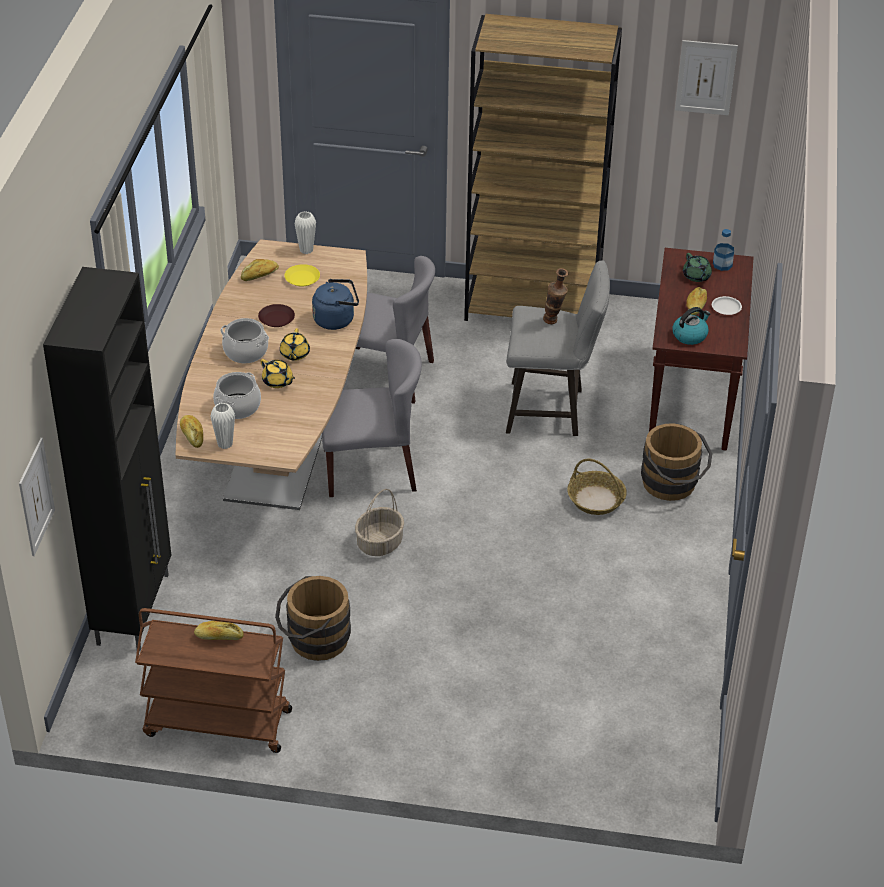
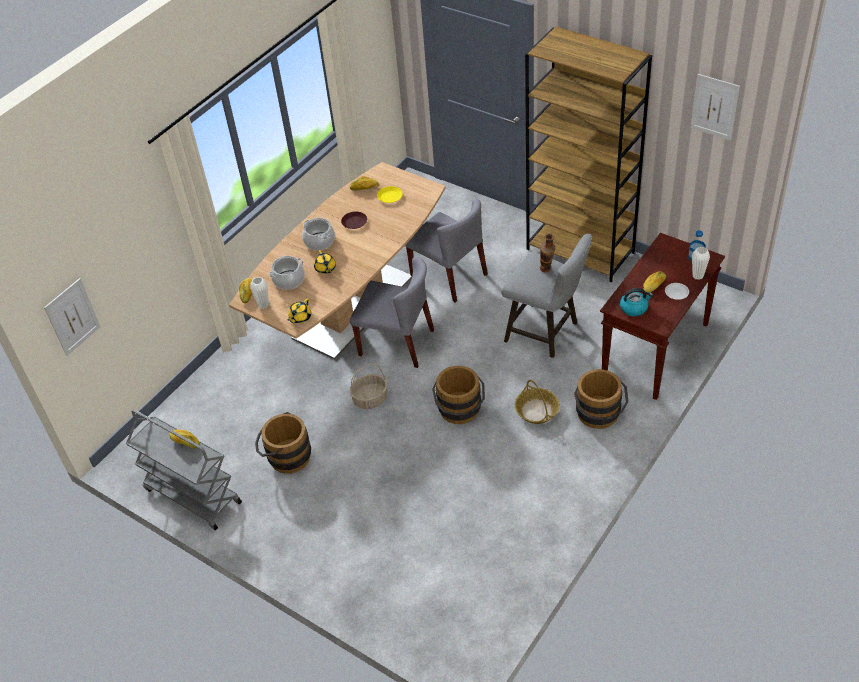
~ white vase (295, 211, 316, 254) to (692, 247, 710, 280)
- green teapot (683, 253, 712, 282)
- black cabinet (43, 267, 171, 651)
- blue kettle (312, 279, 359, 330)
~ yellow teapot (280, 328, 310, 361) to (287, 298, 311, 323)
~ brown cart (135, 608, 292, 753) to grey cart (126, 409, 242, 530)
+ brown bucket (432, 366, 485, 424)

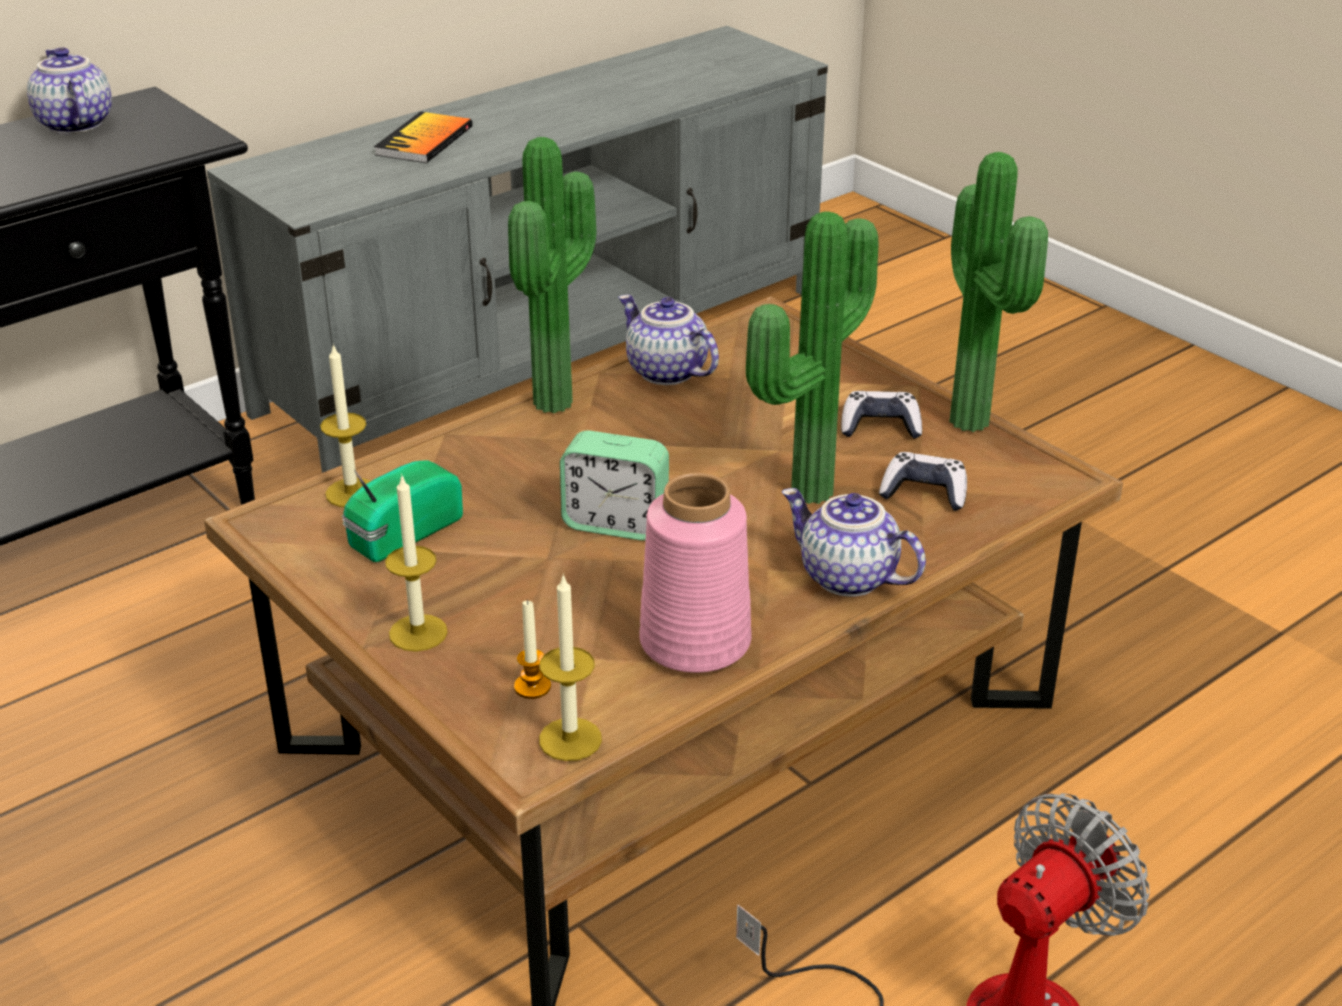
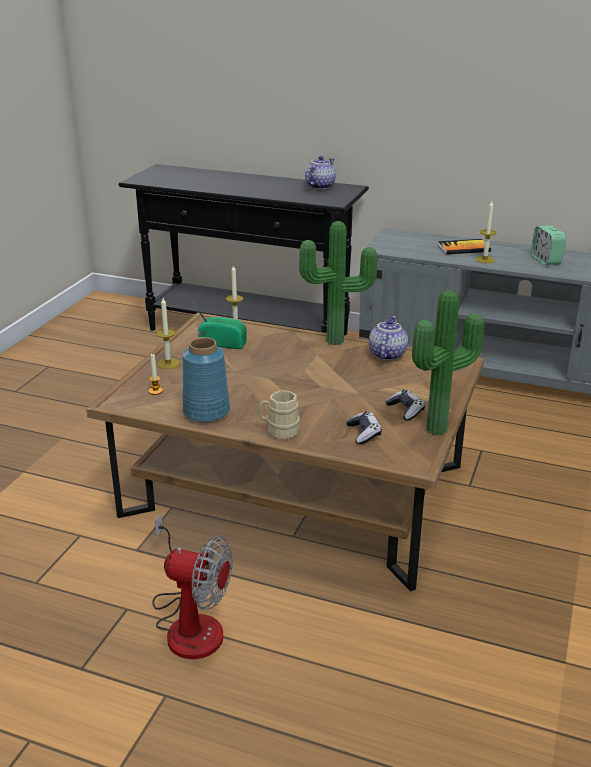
- potted plant (746, 211, 879, 504)
~ alarm clock (560, 430, 669, 541) to (531, 225, 566, 265)
~ pink vase (639, 473, 751, 673) to blue vase (182, 337, 230, 422)
~ teapot (782, 488, 926, 597) to beige mug (258, 390, 300, 439)
~ candle (539, 573, 602, 761) to (476, 201, 496, 263)

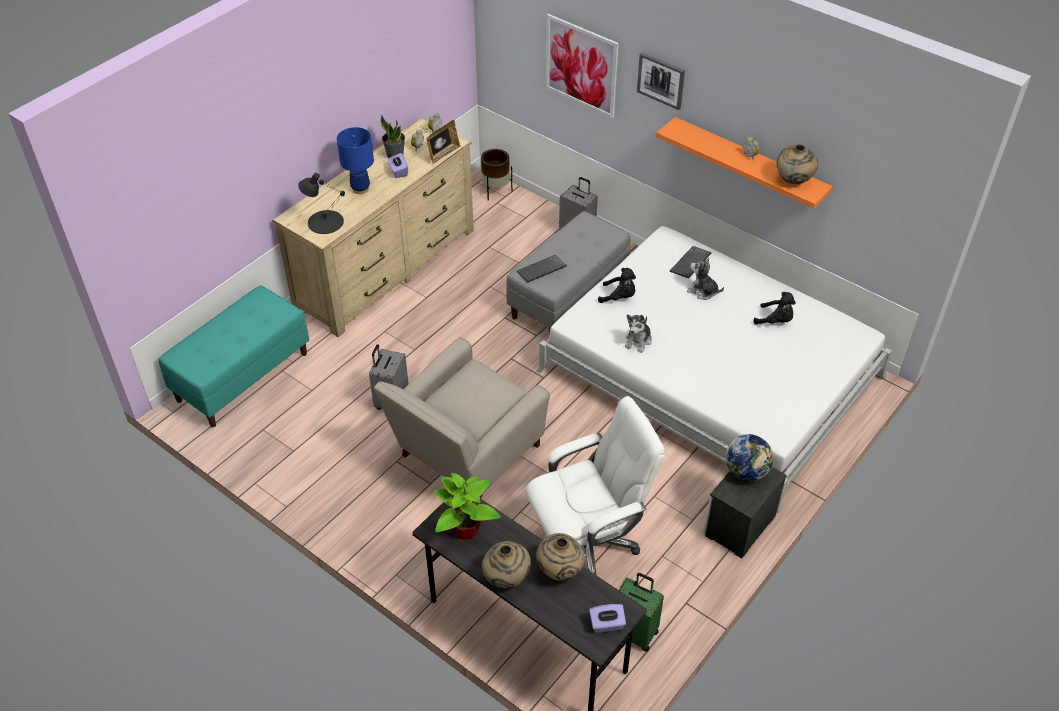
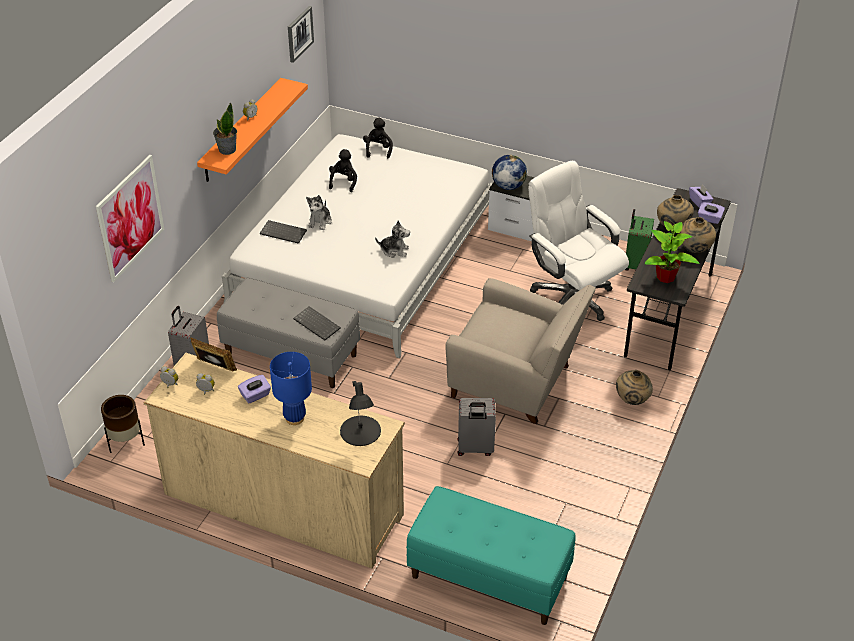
~ picture (637, 52, 685, 110) to (288, 6, 314, 63)
~ potted plant (380, 115, 405, 158) to (213, 103, 237, 155)
~ beige vase (777, 144, 818, 184) to (616, 370, 653, 405)
~ black plush toy (598, 268, 636, 303) to (363, 118, 393, 158)
+ purple tissue box (698, 202, 725, 224)

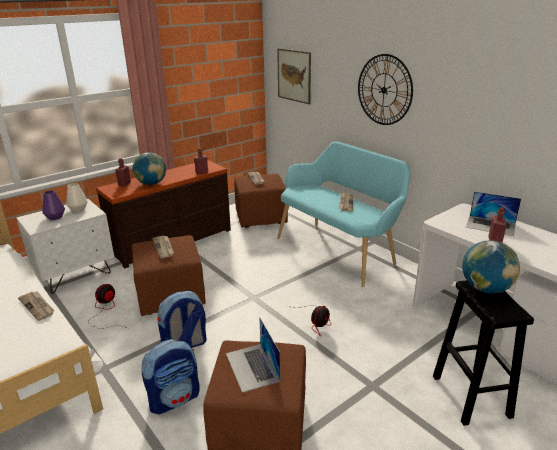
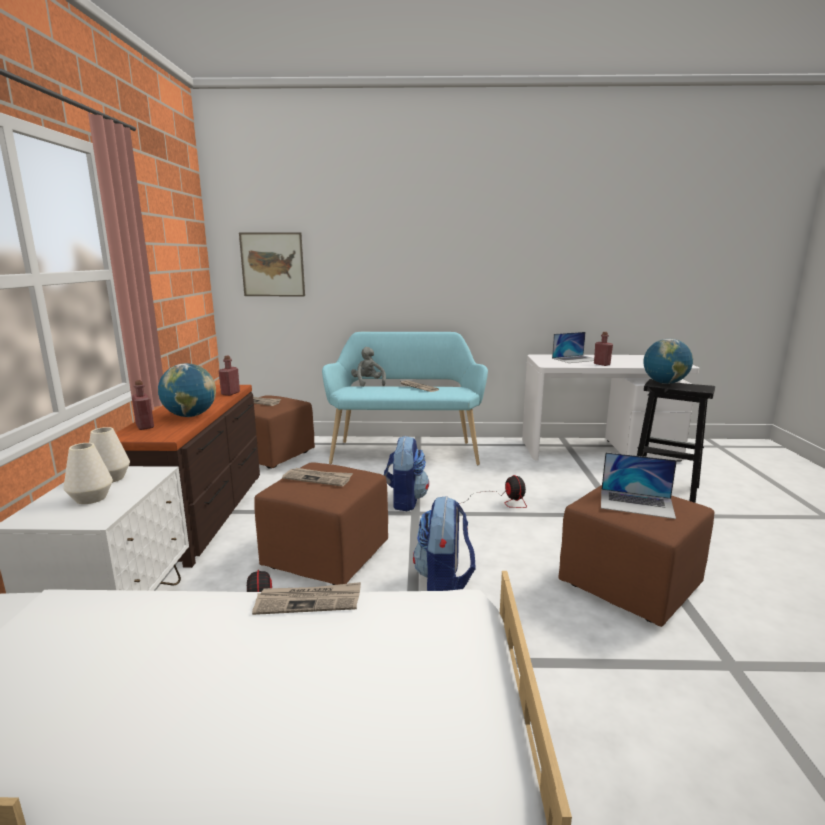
- wall clock (358, 54, 413, 125)
~ purple vase (42, 190, 65, 220) to white vase (64, 443, 113, 504)
~ backpack (142, 339, 200, 414) to (384, 435, 429, 511)
+ grey plush toy (351, 347, 386, 387)

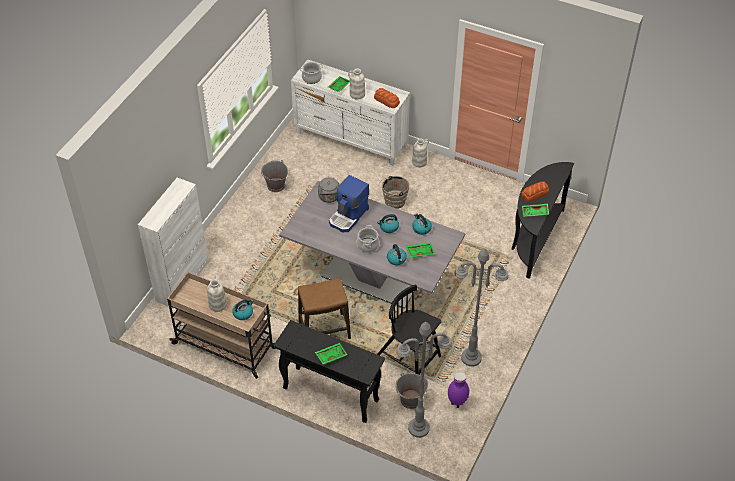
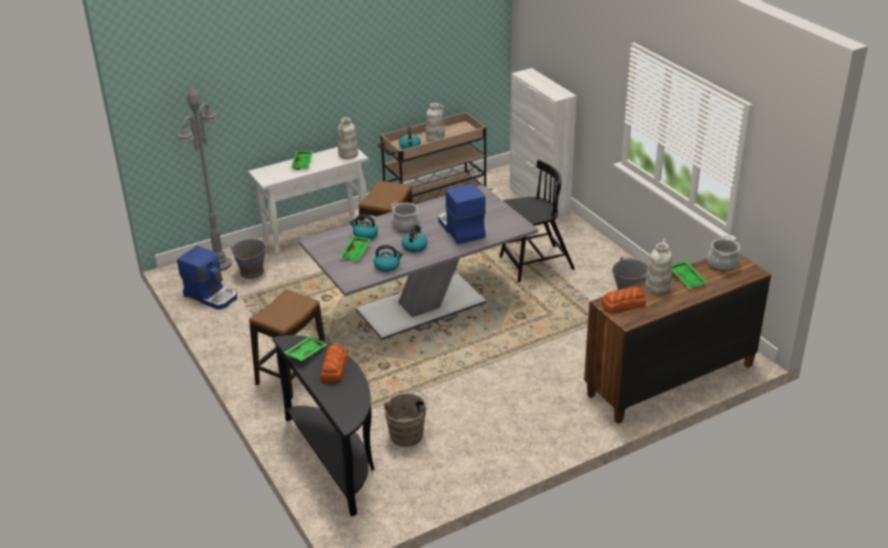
~ white dresser (291, 59, 410, 166) to brown dresser (584, 253, 771, 424)
~ white vase (412, 138, 429, 167) to (338, 117, 358, 159)
~ brown bucket (379, 176, 409, 209) to (383, 389, 429, 447)
- grey kettle (318, 177, 339, 203)
- grey floor lamp (454, 248, 509, 367)
~ black chair (377, 284, 442, 375) to (499, 160, 575, 282)
~ black console table (273, 320, 385, 423) to white console table (248, 147, 368, 255)
~ purple vase (448, 372, 469, 408) to coffee machine (177, 246, 237, 310)
+ stool (249, 289, 325, 399)

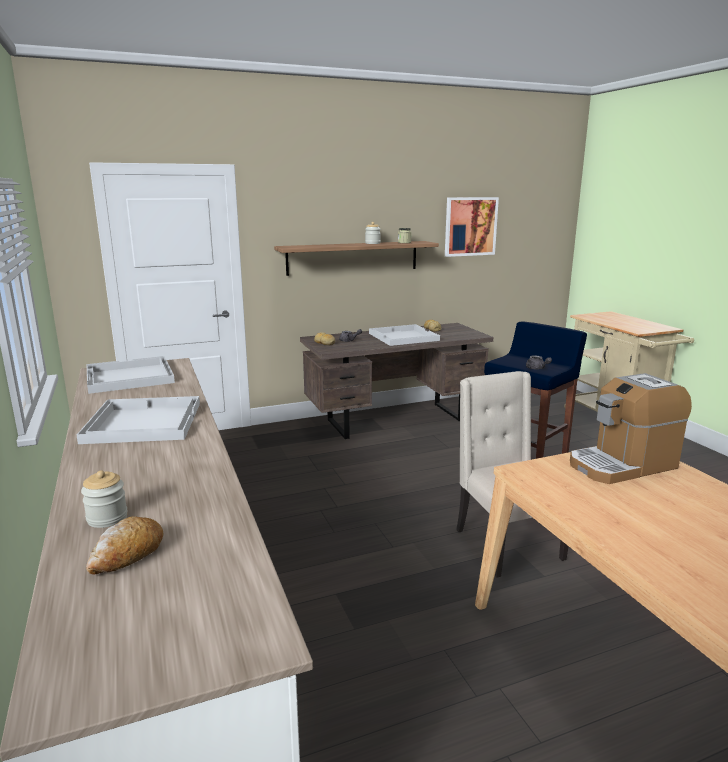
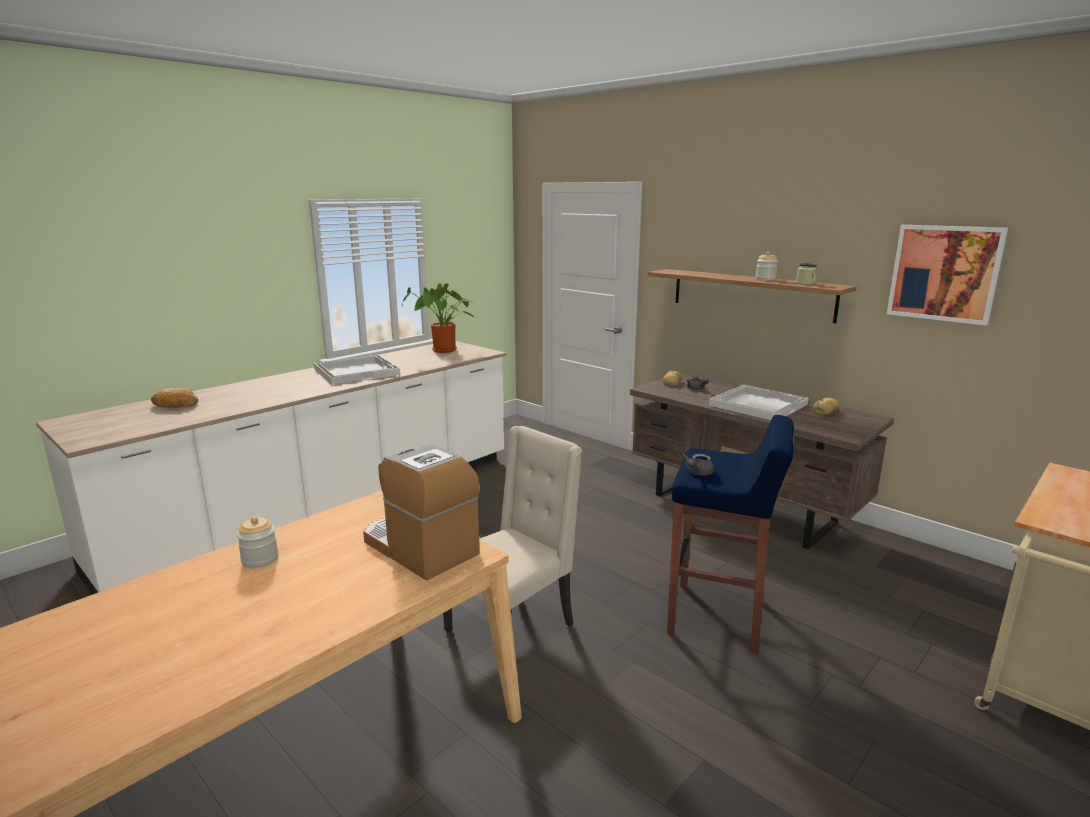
~ white tray (87, 356, 175, 394) to potted plant (402, 283, 474, 353)
~ jar (81, 470, 128, 528) to (237, 517, 279, 568)

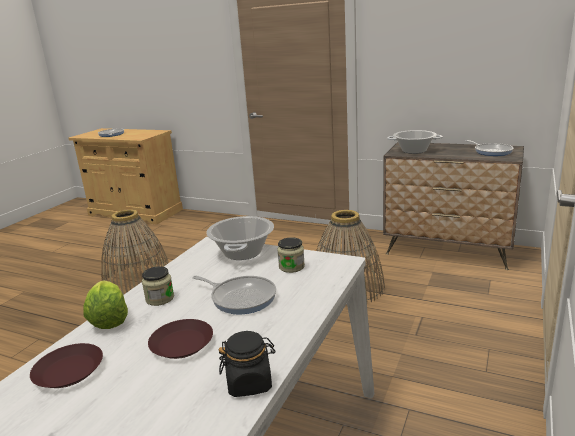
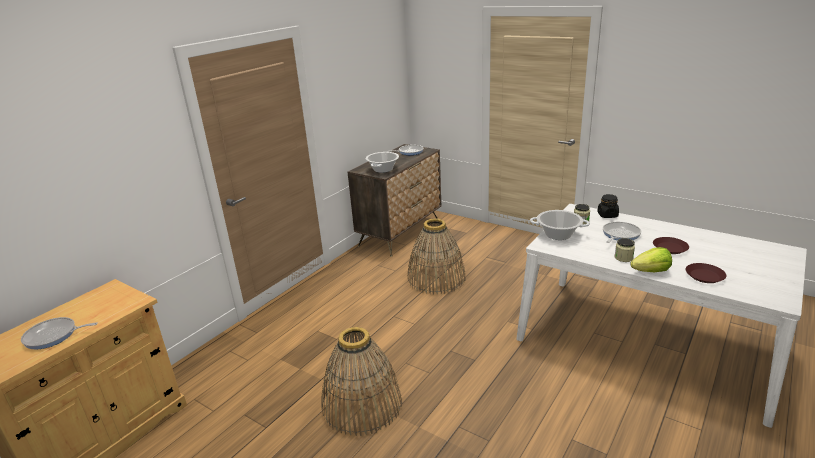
~ black jar (219, 331, 276, 397) to (597, 194, 619, 218)

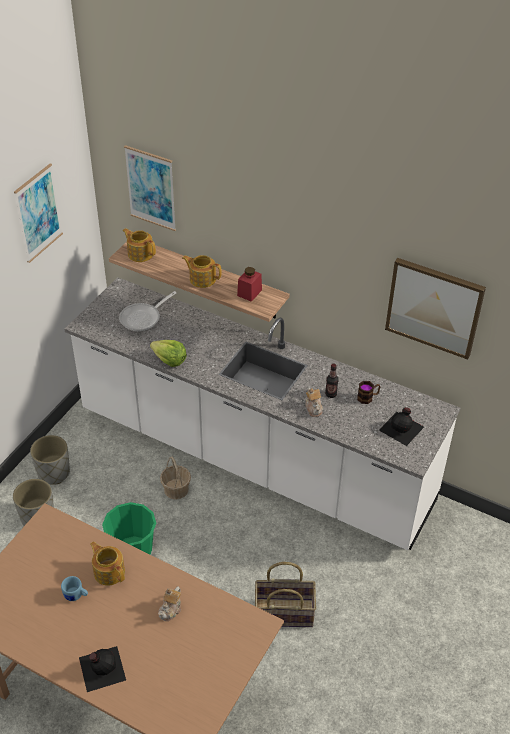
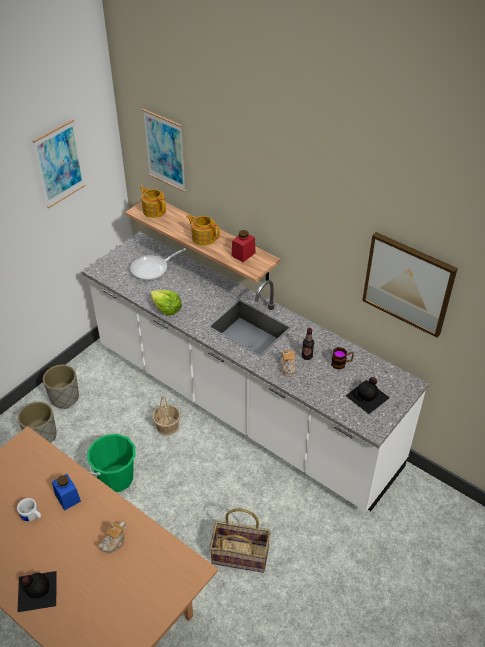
~ teapot (90, 541, 125, 586) to blue jar (52, 474, 81, 510)
~ blue mug (61, 576, 88, 601) to white mug (17, 498, 41, 522)

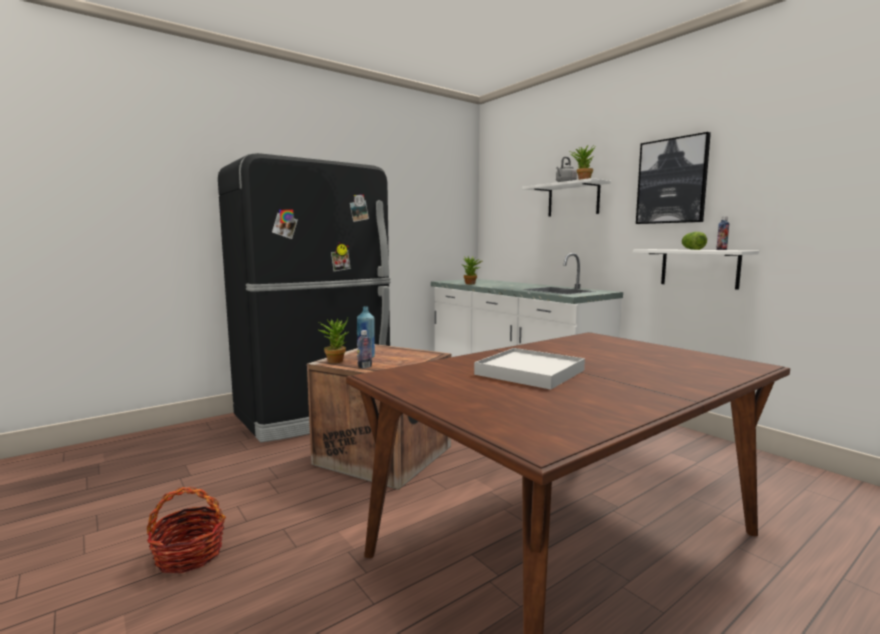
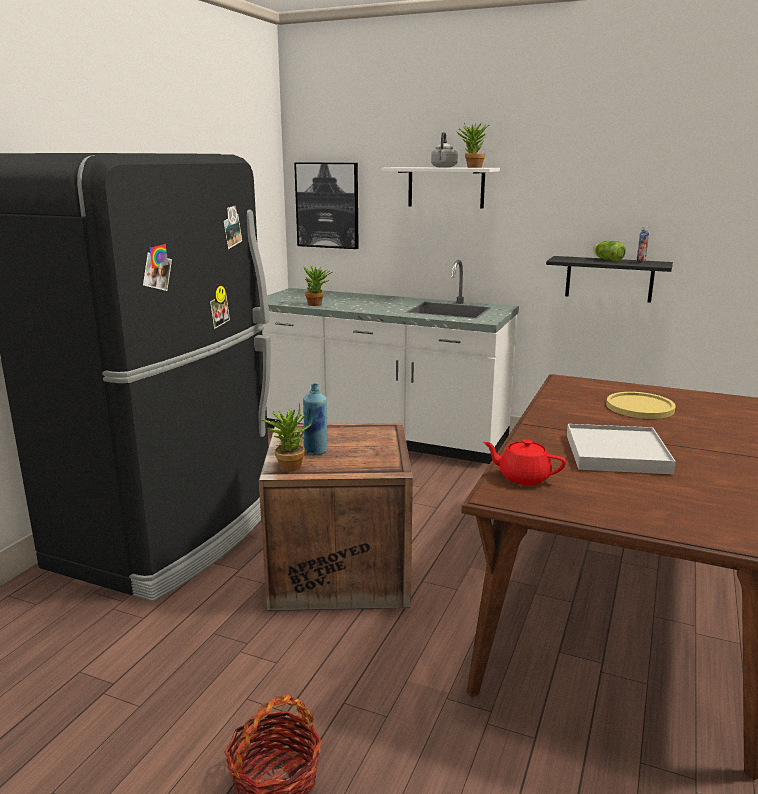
~ picture (636, 132, 711, 224) to (294, 162, 359, 249)
~ white shelf (633, 249, 759, 290) to black shelf (546, 256, 673, 302)
- bottle (357, 330, 372, 368)
+ yellow plate (606, 392, 676, 419)
+ red teapot (483, 439, 566, 485)

